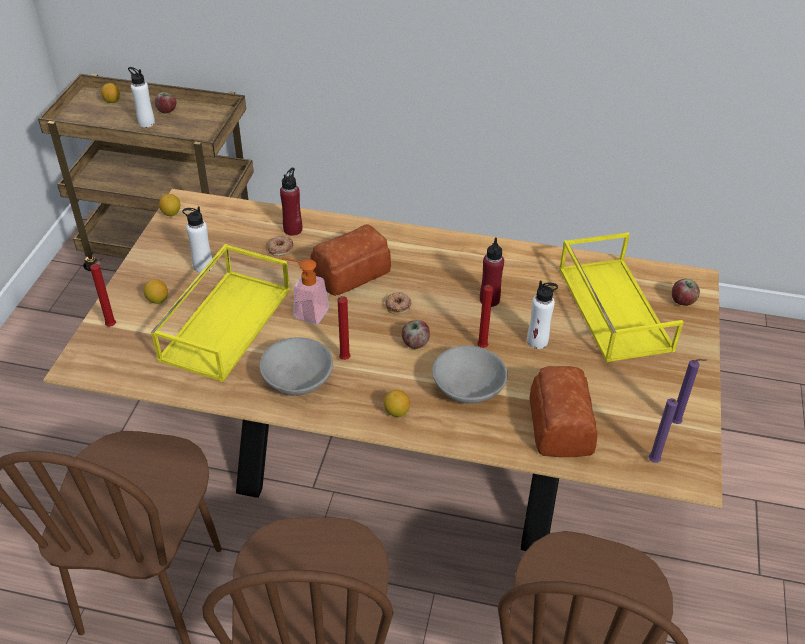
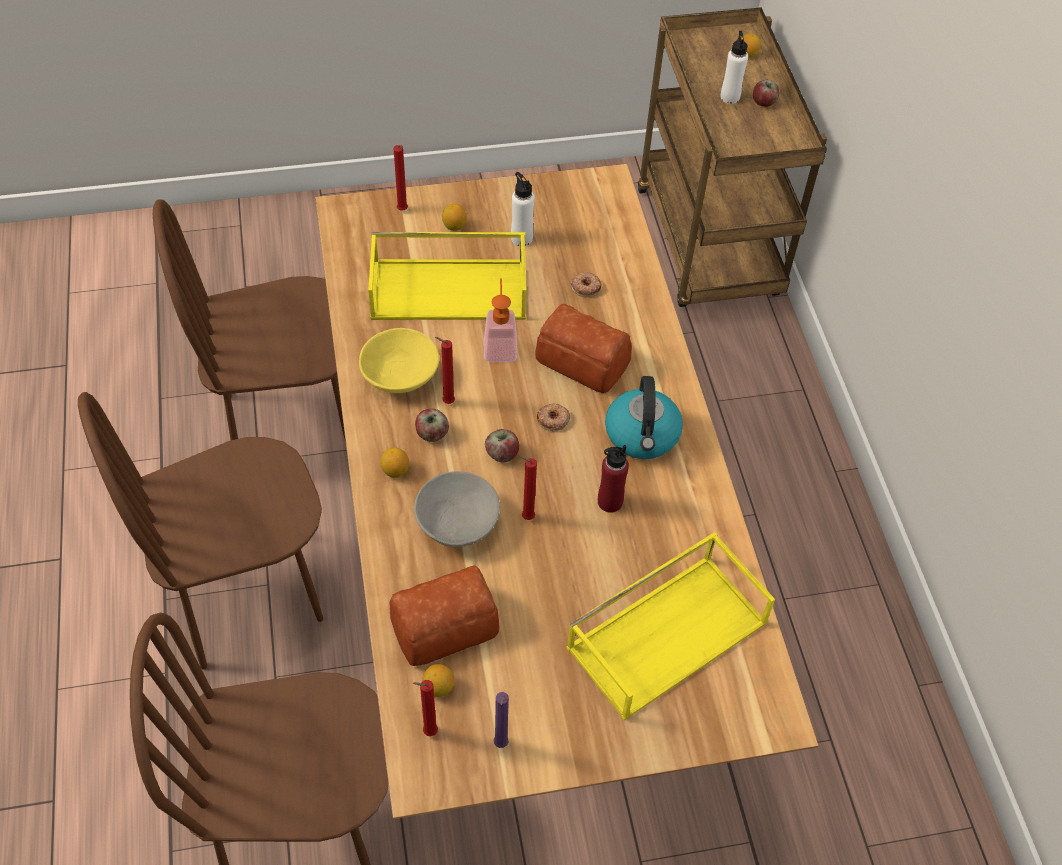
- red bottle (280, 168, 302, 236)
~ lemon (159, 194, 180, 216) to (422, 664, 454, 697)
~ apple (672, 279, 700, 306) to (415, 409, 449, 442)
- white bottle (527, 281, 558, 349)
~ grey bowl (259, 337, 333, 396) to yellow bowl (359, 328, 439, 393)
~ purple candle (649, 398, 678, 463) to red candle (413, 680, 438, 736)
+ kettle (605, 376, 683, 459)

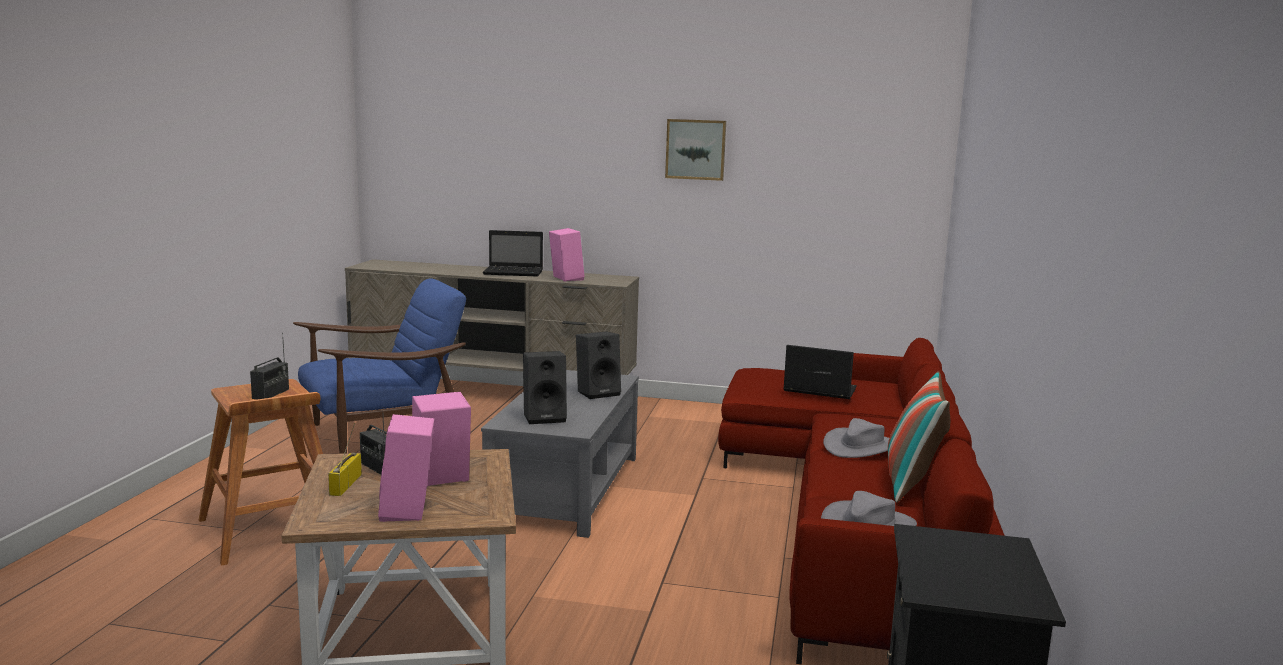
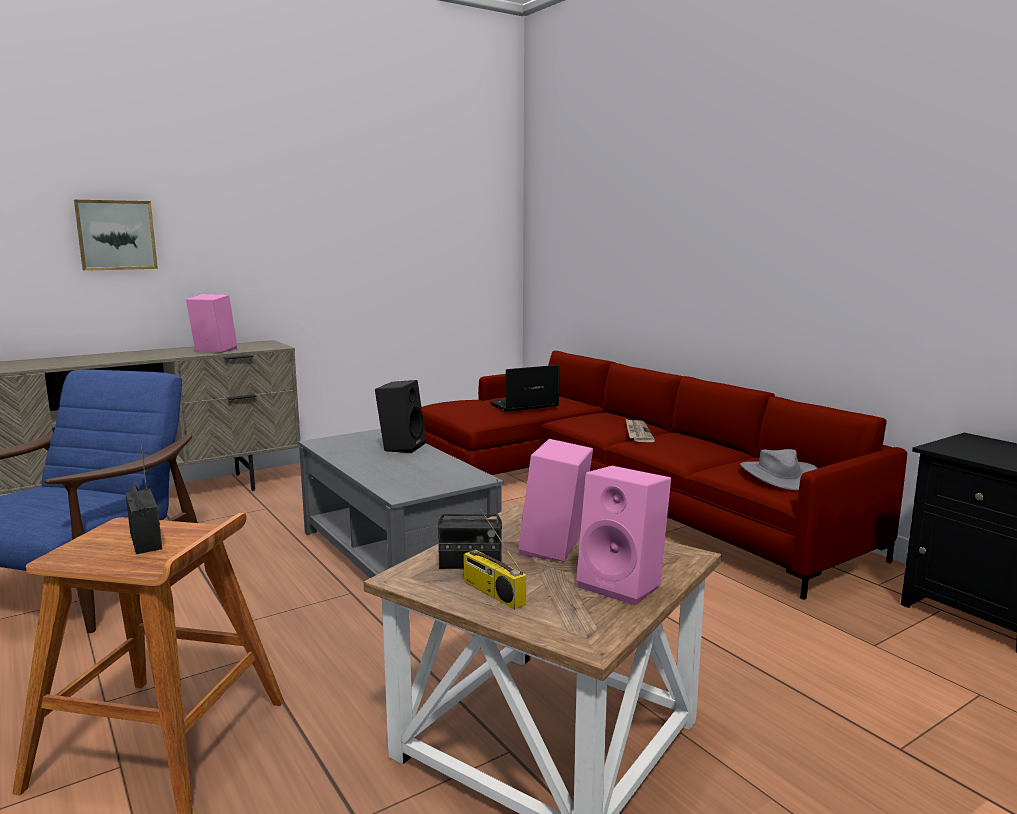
~ picture (665, 119, 726, 181) to (74, 200, 158, 271)
- laptop (483, 230, 543, 277)
- black speaker (523, 351, 567, 424)
- pillow (888, 371, 950, 503)
~ grey hat (823, 418, 889, 458) to newspaper (625, 418, 655, 442)

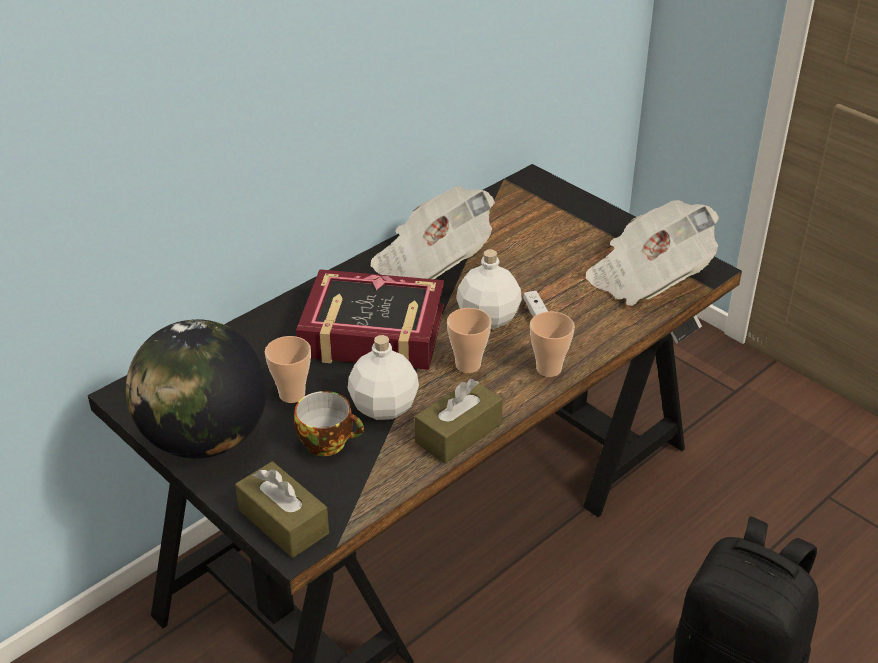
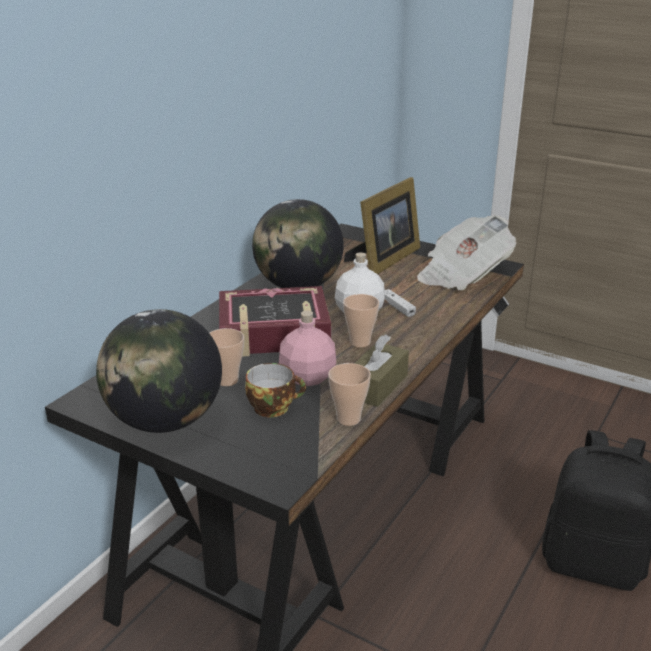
~ newspaper (371, 186, 495, 279) to globe (252, 199, 344, 288)
~ cup (530, 311, 575, 377) to (328, 363, 371, 426)
~ white bottle (348, 335, 419, 420) to pink bottle (279, 311, 336, 386)
- brown tissue box (235, 461, 329, 558)
+ picture frame (344, 177, 420, 274)

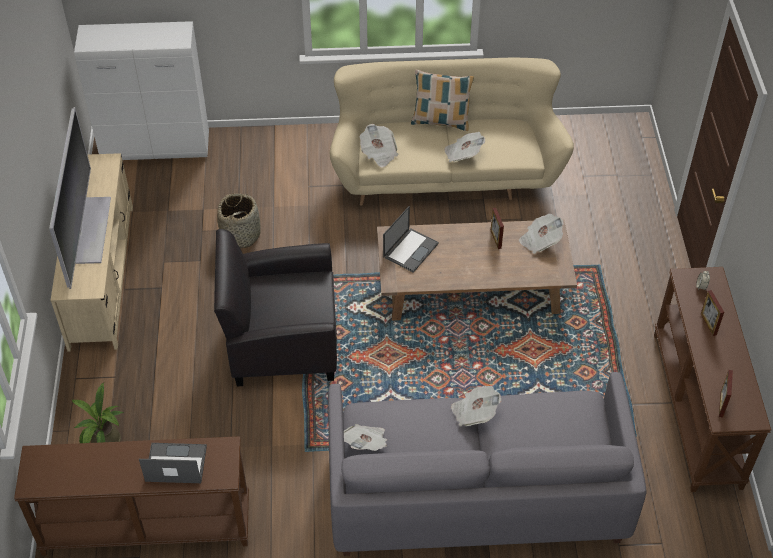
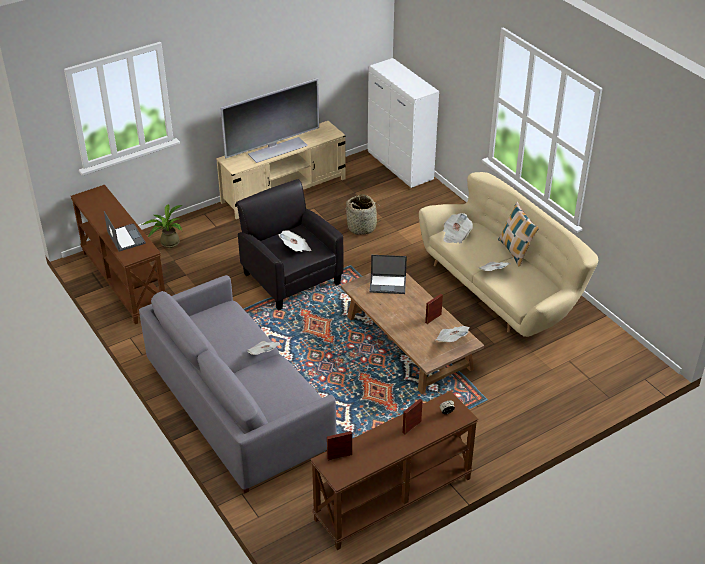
~ newspaper (344, 424, 387, 451) to (279, 230, 311, 252)

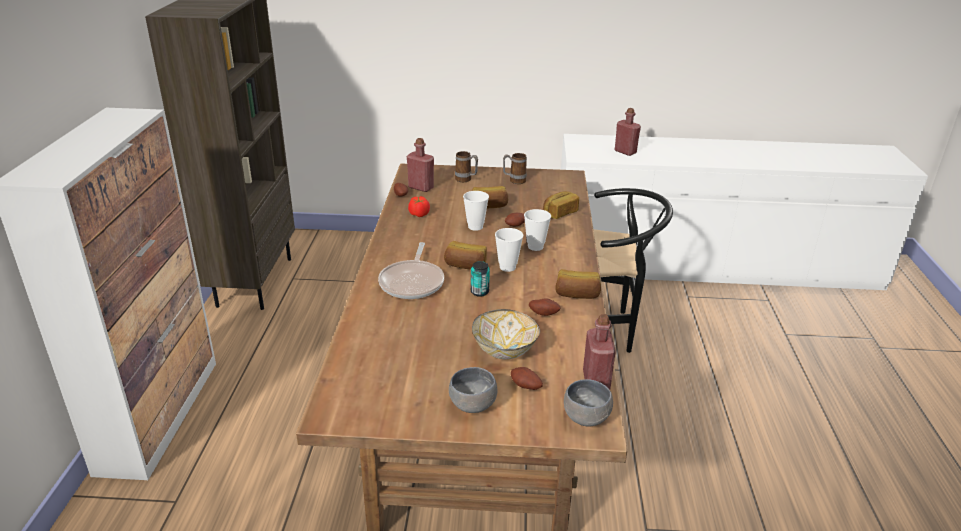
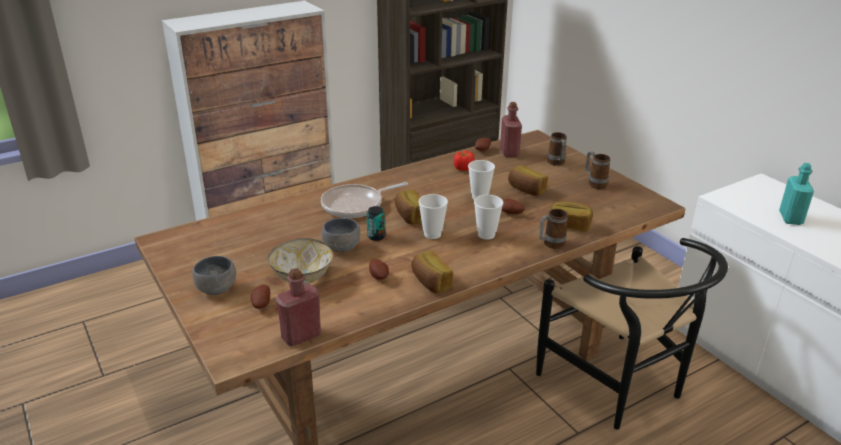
~ red bottle (615, 108, 641, 156) to turquoise bottle (779, 163, 814, 225)
~ grey bowl (564, 379, 613, 426) to (322, 218, 360, 252)
+ mug (539, 209, 568, 249)

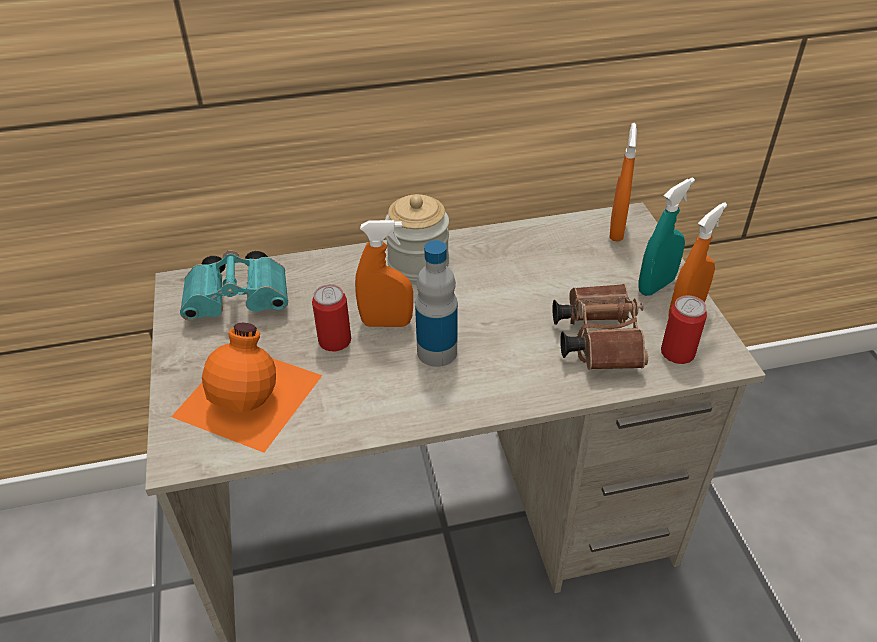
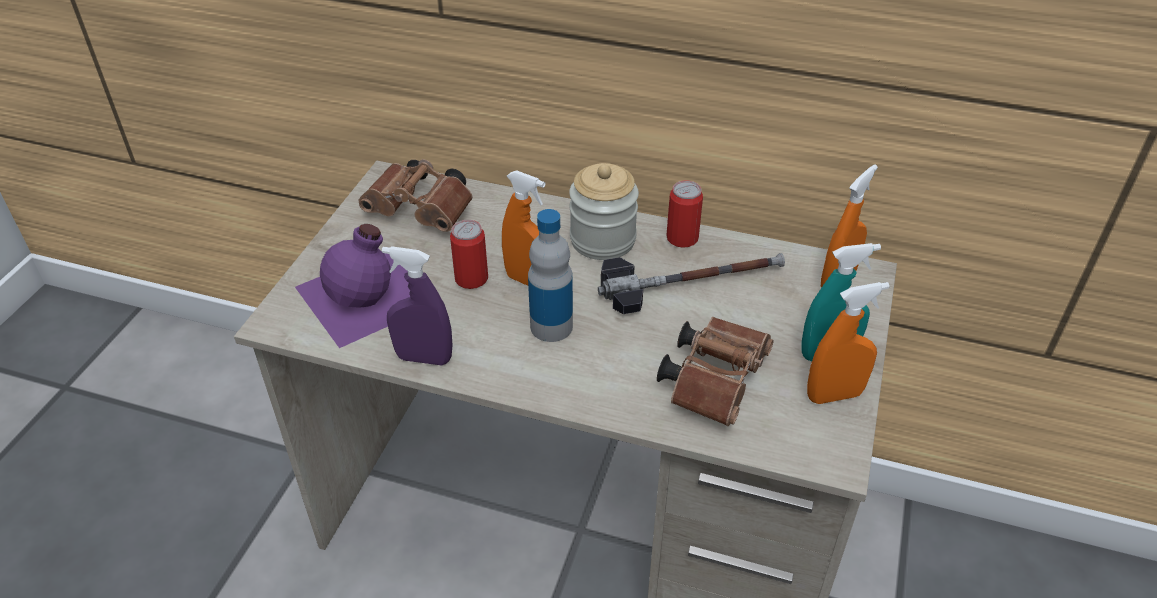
~ turquoise binoculars (180, 250, 288, 321) to brown binoculars (359, 159, 472, 232)
~ can (661, 295, 707, 364) to (666, 181, 703, 248)
~ orange bottle (171, 323, 322, 453) to purple bottle (295, 224, 410, 348)
+ purple spray bottle (382, 246, 453, 366)
+ hammer (598, 253, 785, 314)

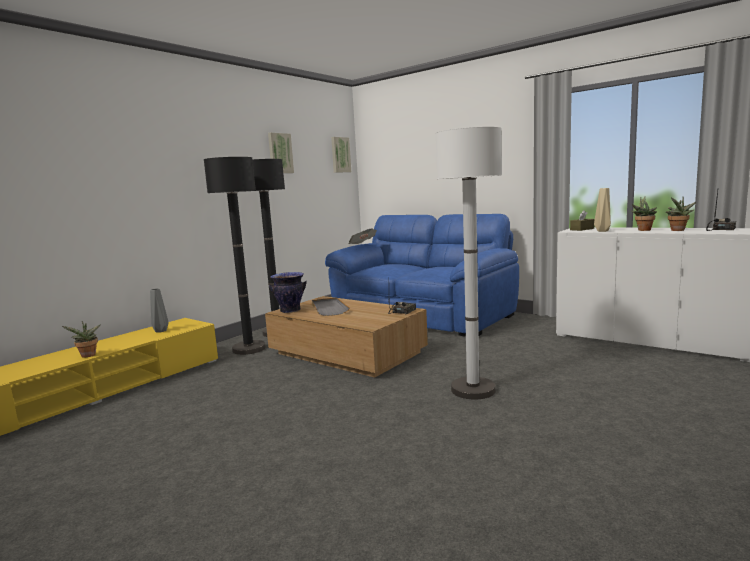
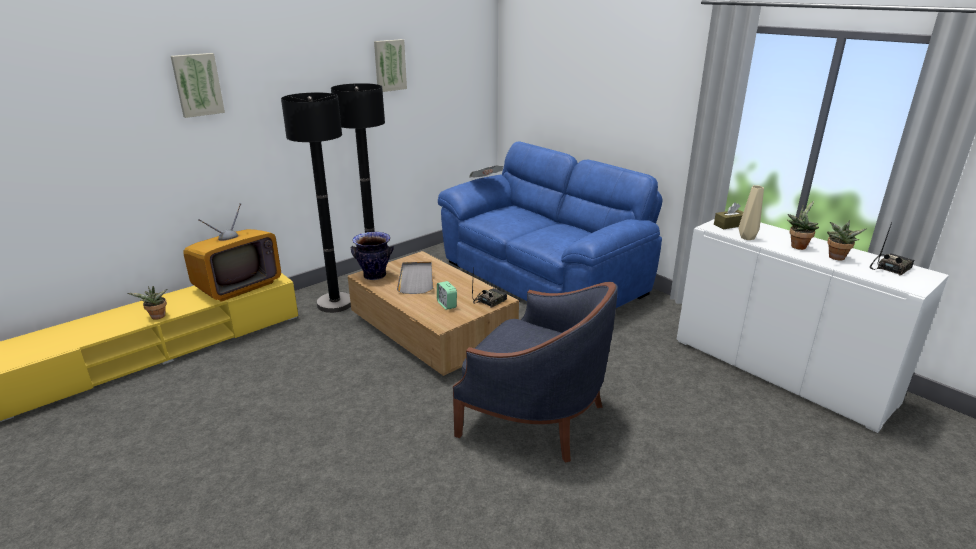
~ white floor lamp (436, 127, 502, 400) to blue armchair (453, 282, 618, 463)
~ picture (331, 137, 351, 173) to (171, 53, 225, 118)
~ grey vase (150, 288, 169, 332) to television (183, 203, 281, 302)
+ alarm clock (437, 281, 457, 310)

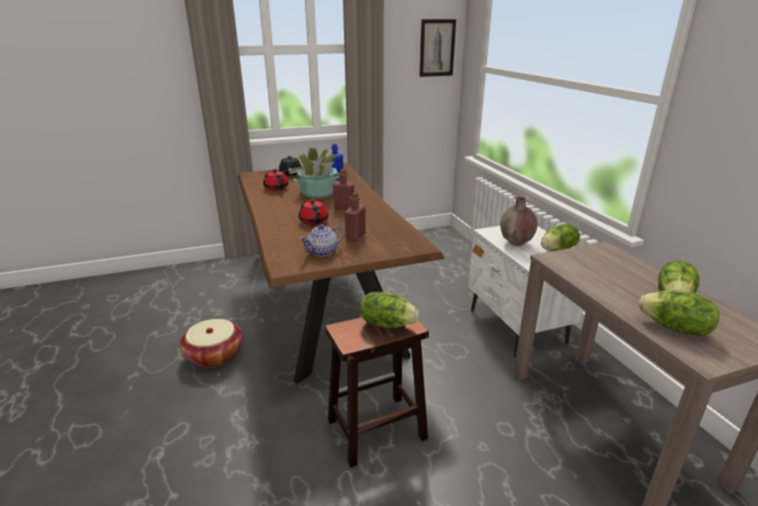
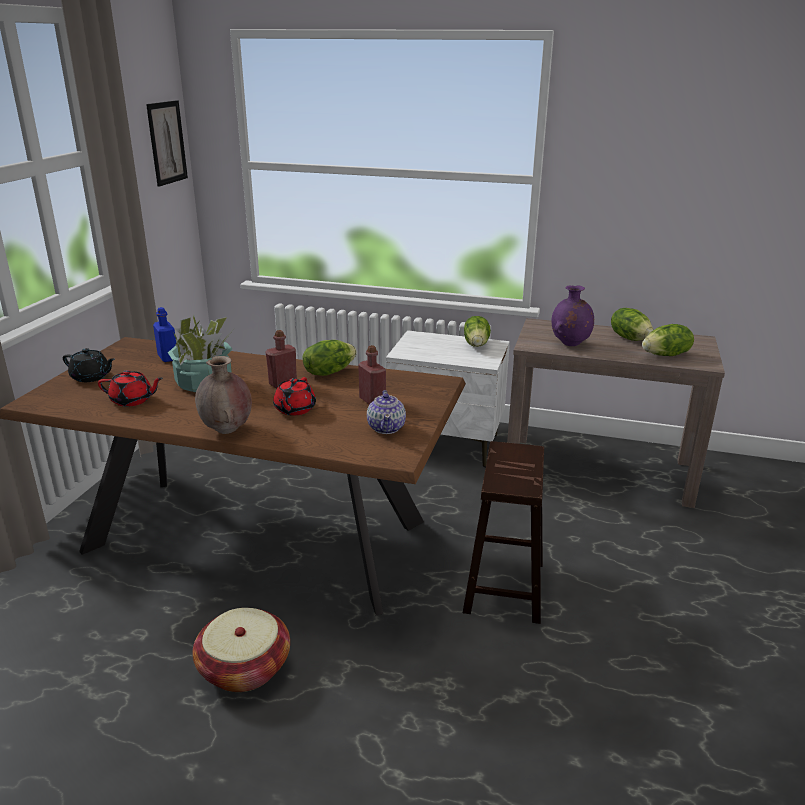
~ brown vase (500, 195, 537, 246) to (195, 356, 252, 434)
~ red teapot (299, 199, 329, 225) = (273, 377, 316, 416) 90 degrees clockwise
~ lettuce (360, 292, 419, 328) to (303, 340, 357, 376)
+ purple vase (552, 286, 594, 346)

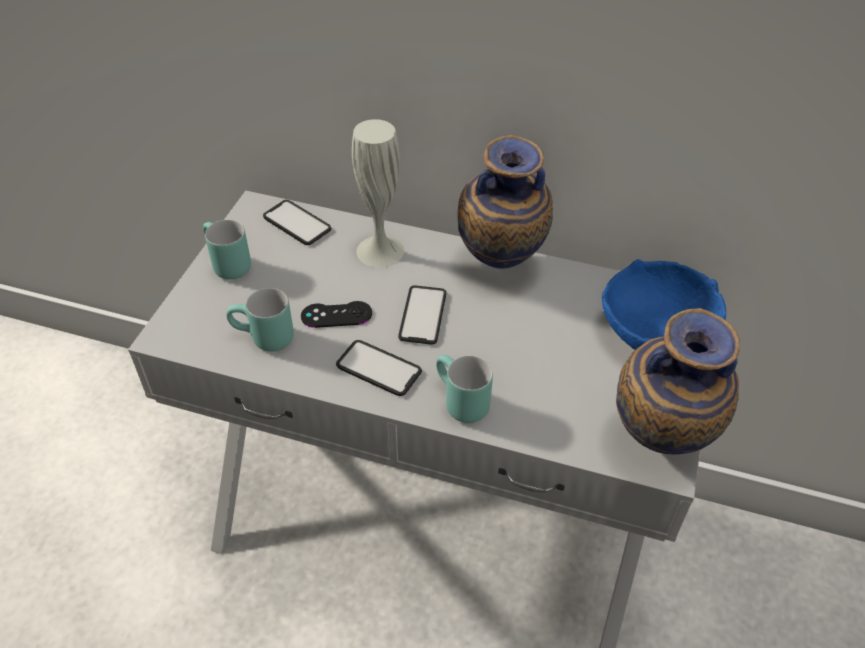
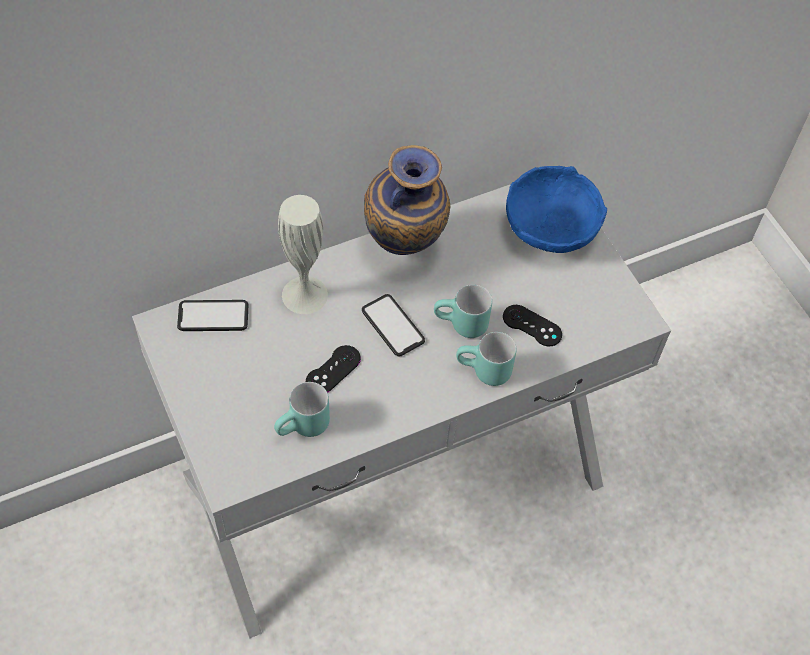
~ turquoise mug (203, 220, 251, 279) to (434, 285, 492, 338)
- vase (616, 308, 740, 454)
- phone (336, 340, 422, 396)
+ black game controller (503, 305, 562, 346)

